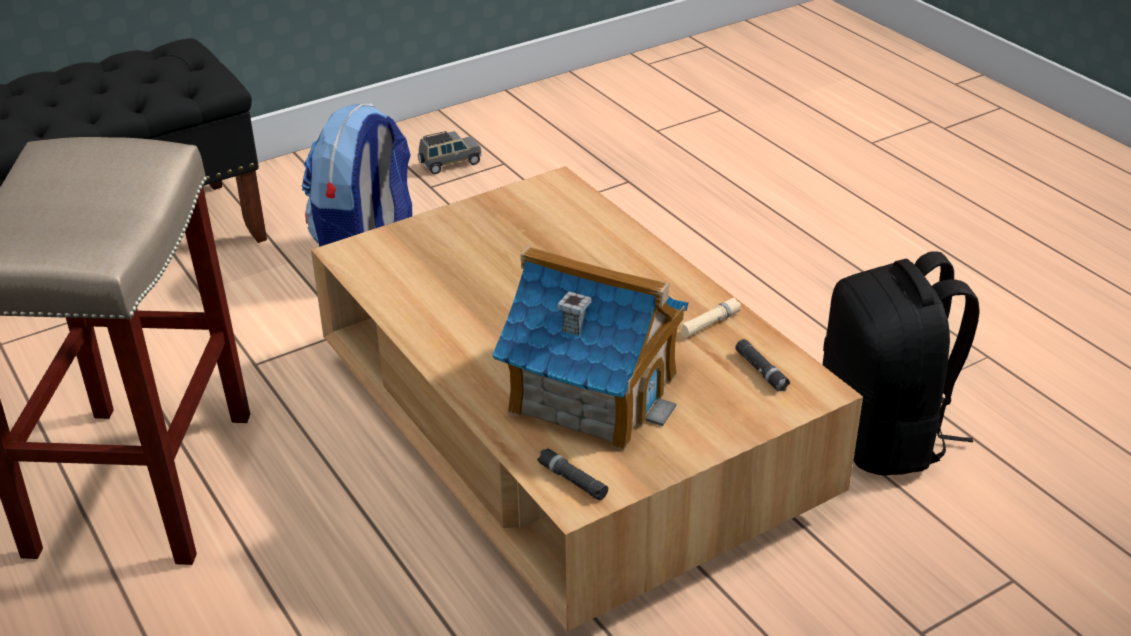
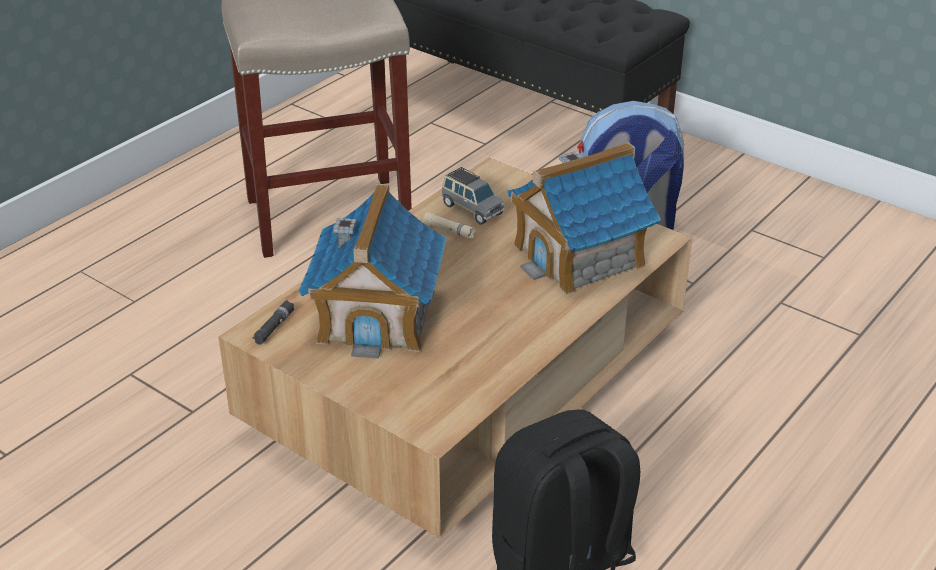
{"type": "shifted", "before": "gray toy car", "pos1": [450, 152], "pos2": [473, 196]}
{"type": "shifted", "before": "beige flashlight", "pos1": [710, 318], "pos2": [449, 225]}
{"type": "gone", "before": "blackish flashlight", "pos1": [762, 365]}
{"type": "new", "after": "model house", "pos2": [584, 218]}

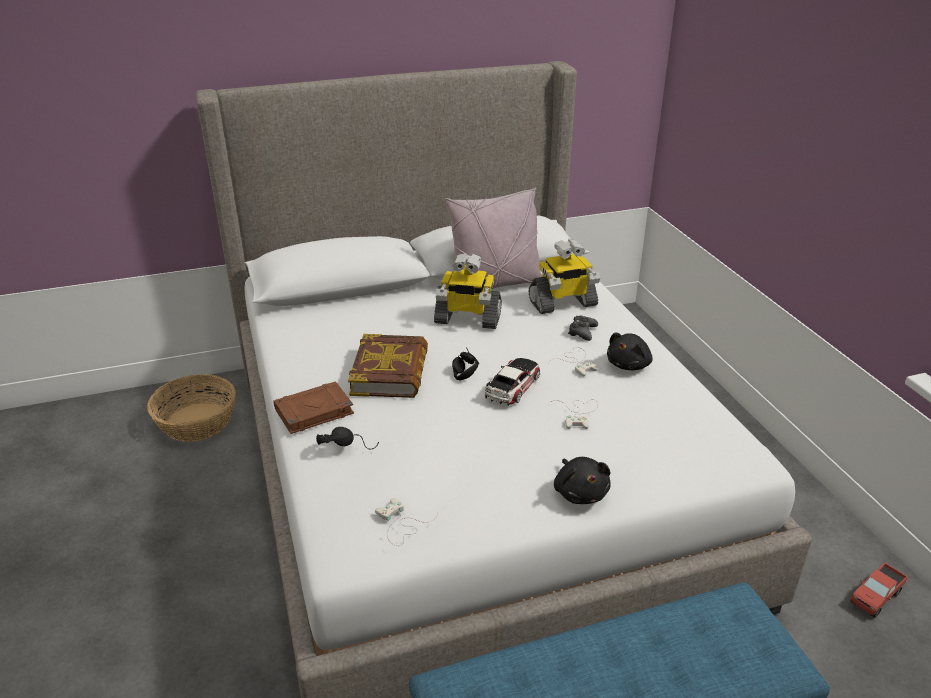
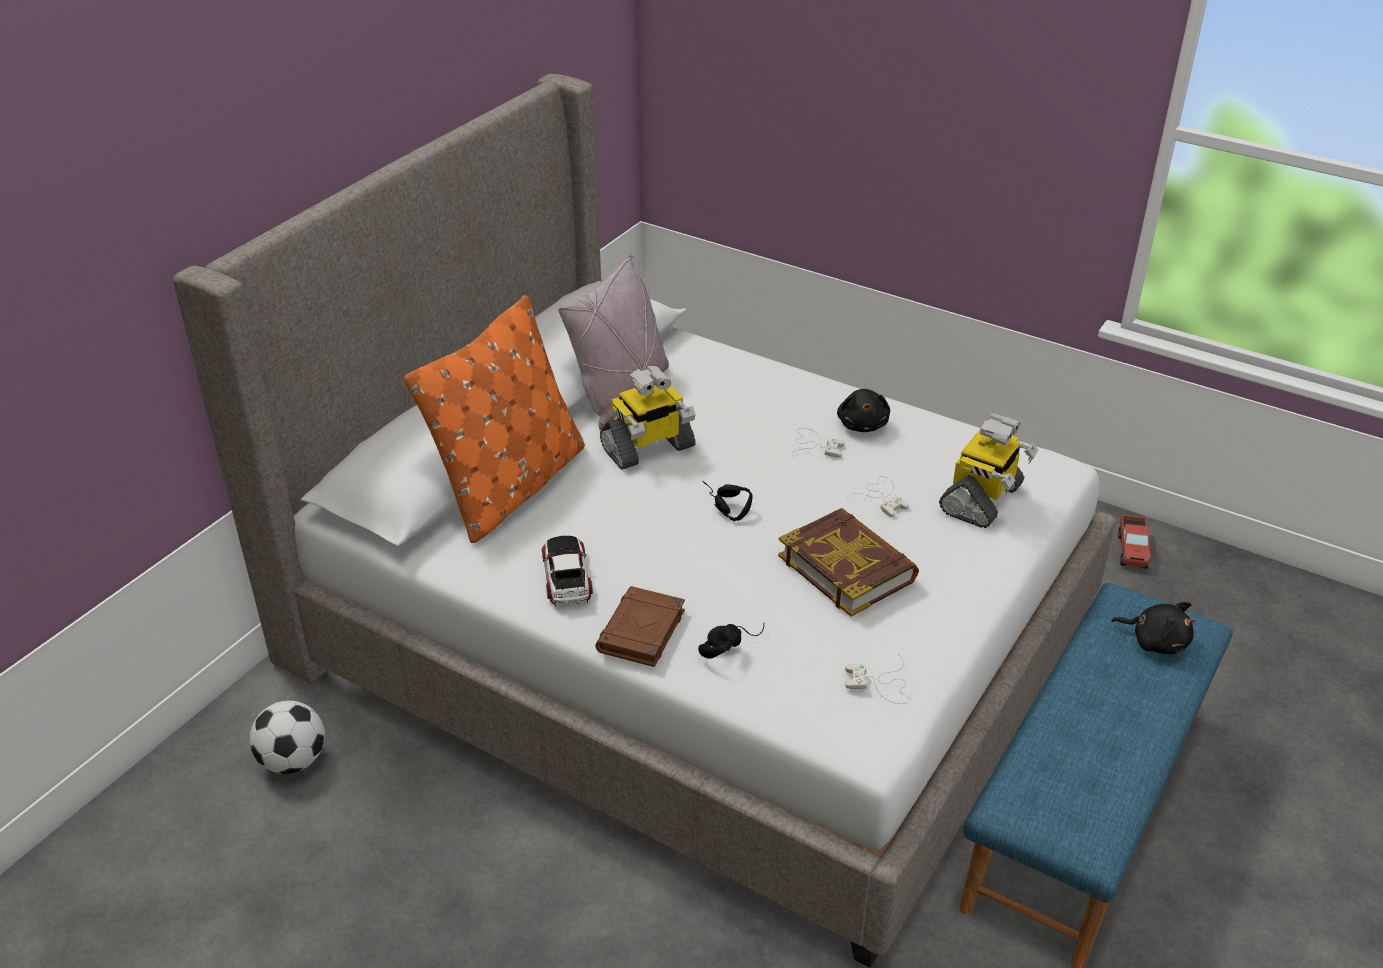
{"type": "shifted", "before": "robot figure", "pos1": [564, 276], "pos2": [988, 470]}
{"type": "gone", "before": "blackish gamepad", "pos1": [583, 328]}
{"type": "shifted", "before": "book", "pos1": [388, 366], "pos2": [848, 562]}
{"type": "shifted", "before": "toy car", "pos1": [512, 382], "pos2": [567, 571]}
{"type": "swapped", "before": "storage basket", "after": "football ball", "pos1": [191, 408], "pos2": [287, 737]}
{"type": "shifted", "before": "blackish plush toy", "pos1": [582, 480], "pos2": [1154, 628]}
{"type": "new", "after": "orange-coloured pillow", "pos2": [494, 419]}

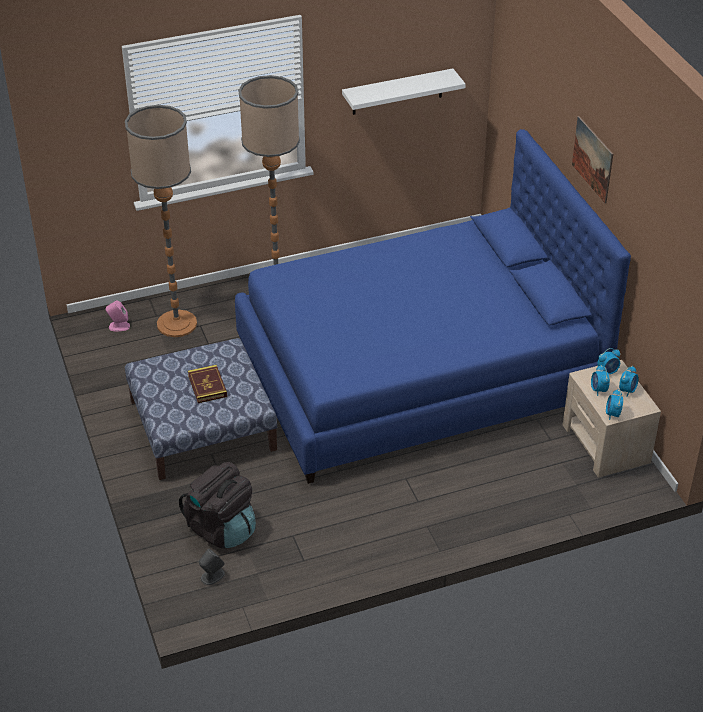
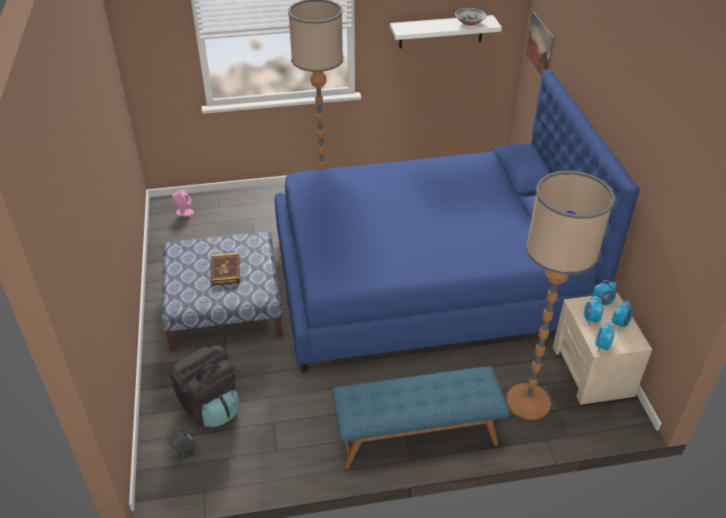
{"type": "shifted", "before": "standard lamp", "pos1": [161, 221], "pos2": [560, 295]}
{"type": "shifted", "before": "wall art", "pos1": [592, 159], "pos2": [540, 44]}
{"type": "new", "after": "serving bowl", "pos2": [470, 17]}
{"type": "new", "after": "bluish long seat", "pos2": [421, 417]}

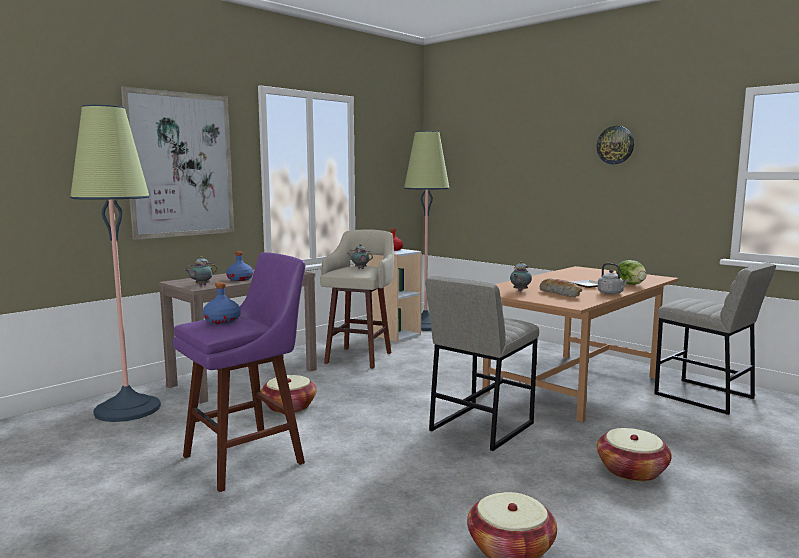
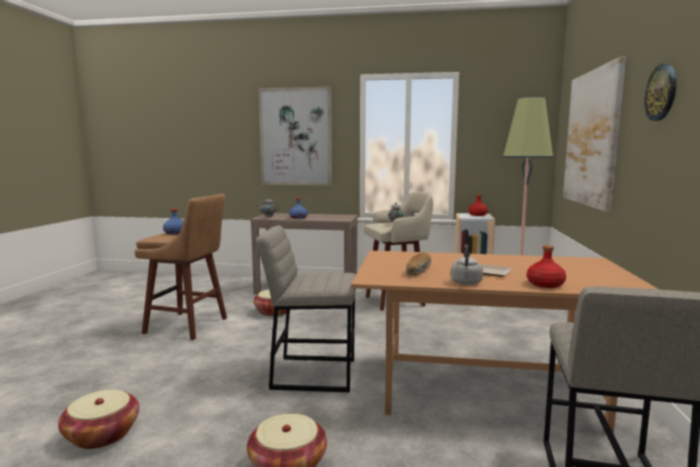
{"type": "gone", "before": "standard lamp", "pos1": [115, 263]}
{"type": "repainted", "before": "purple-coloured stool seat", "after": "brown-coloured stool seat", "pos1": [239, 372], "pos2": [181, 267]}
{"type": "swapped", "before": "lettuce head", "after": "red beverage bottle", "pos1": [631, 272], "pos2": [546, 266]}
{"type": "gone", "before": "tea pot", "pos1": [521, 276]}
{"type": "new", "after": "wall art", "pos2": [594, 134]}

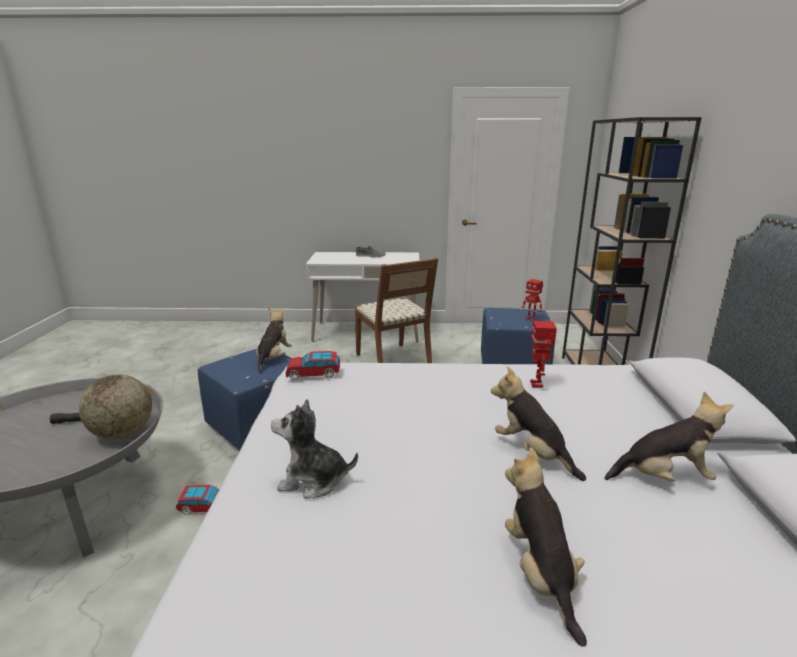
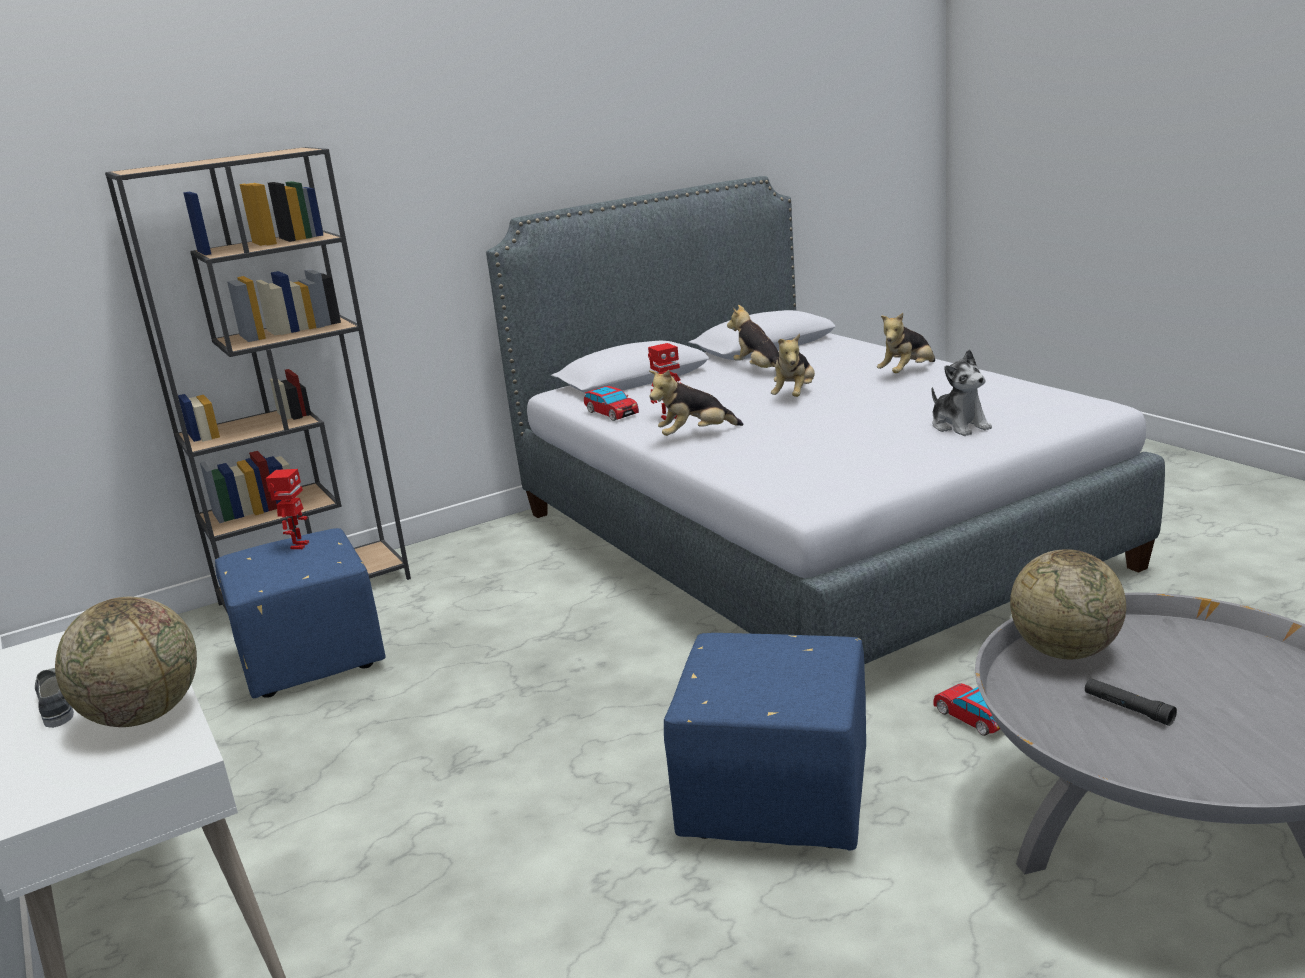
{"type": "gone", "before": "plain chair", "pos1": [396, 310]}
{"type": "shifted", "before": "plush toy", "pos1": [274, 340], "pos2": [696, 403]}
{"type": "shifted", "before": "toy car", "pos1": [313, 365], "pos2": [611, 403]}
{"type": "new", "after": "desk globe", "pos2": [126, 662]}

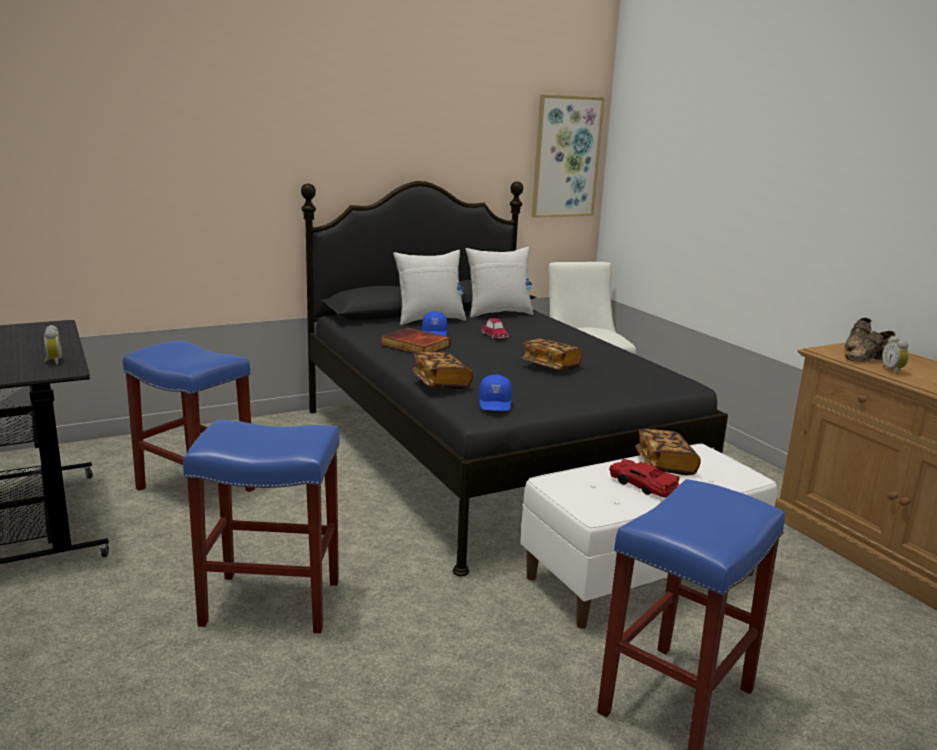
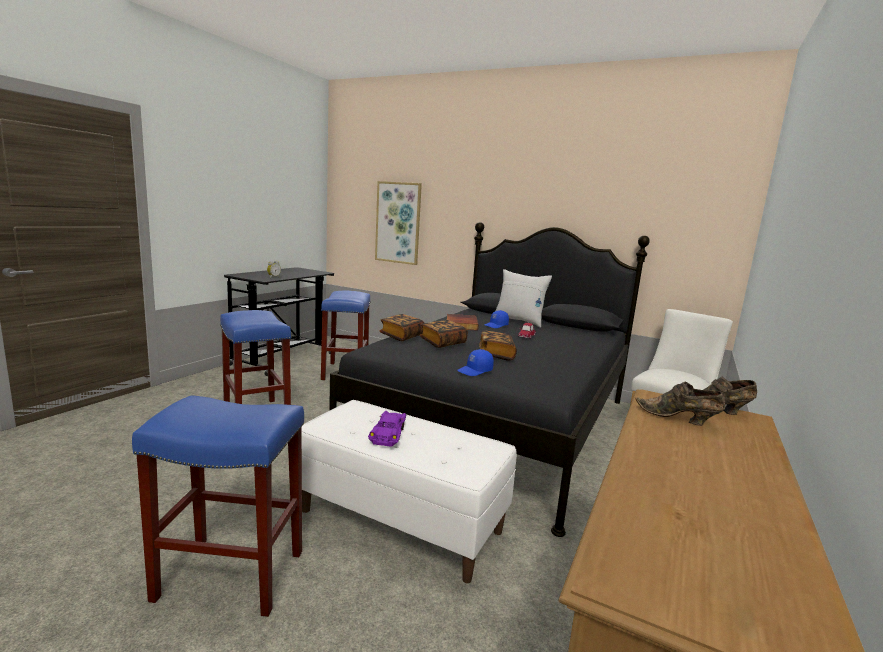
{"type": "shifted", "before": "wall art", "pos1": [568, 156], "pos2": [398, 223]}
{"type": "gone", "before": "gray pillow", "pos1": [499, 282]}
{"type": "gone", "before": "alarm clock", "pos1": [895, 355]}
{"type": "shifted", "before": "bluish baseball cap", "pos1": [495, 393], "pos2": [475, 362]}
{"type": "shifted", "before": "book", "pos1": [668, 452], "pos2": [444, 334]}
{"type": "repainted", "before": "red toy car", "after": "purple-coloured toy car", "pos1": [644, 478], "pos2": [387, 429]}

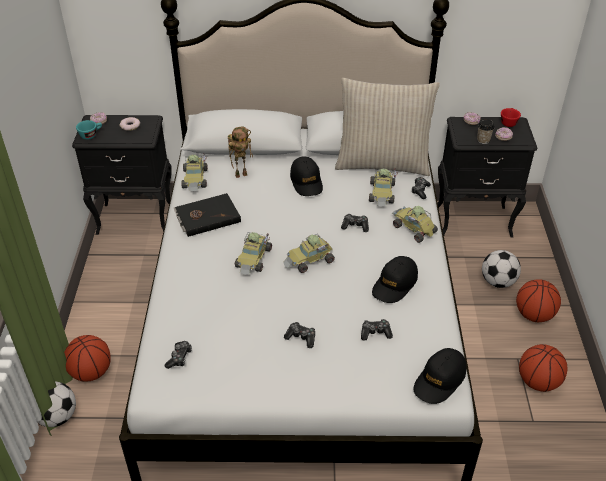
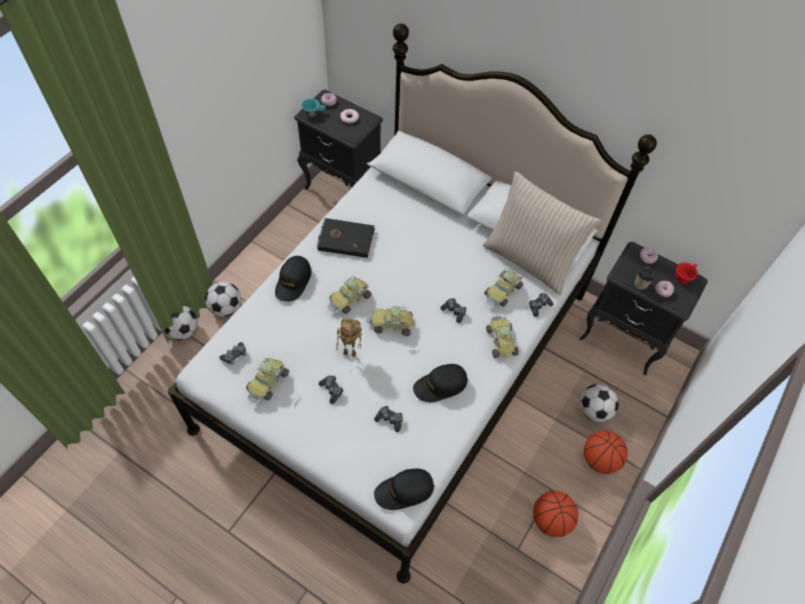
{"type": "shifted", "before": "robot figure", "pos1": [240, 152], "pos2": [349, 337]}
{"type": "shifted", "before": "toy car", "pos1": [194, 172], "pos2": [267, 380]}
{"type": "shifted", "before": "blackish baseball cap", "pos1": [306, 176], "pos2": [293, 279]}
{"type": "swapped", "before": "basketball", "after": "football ball", "pos1": [87, 358], "pos2": [223, 299]}

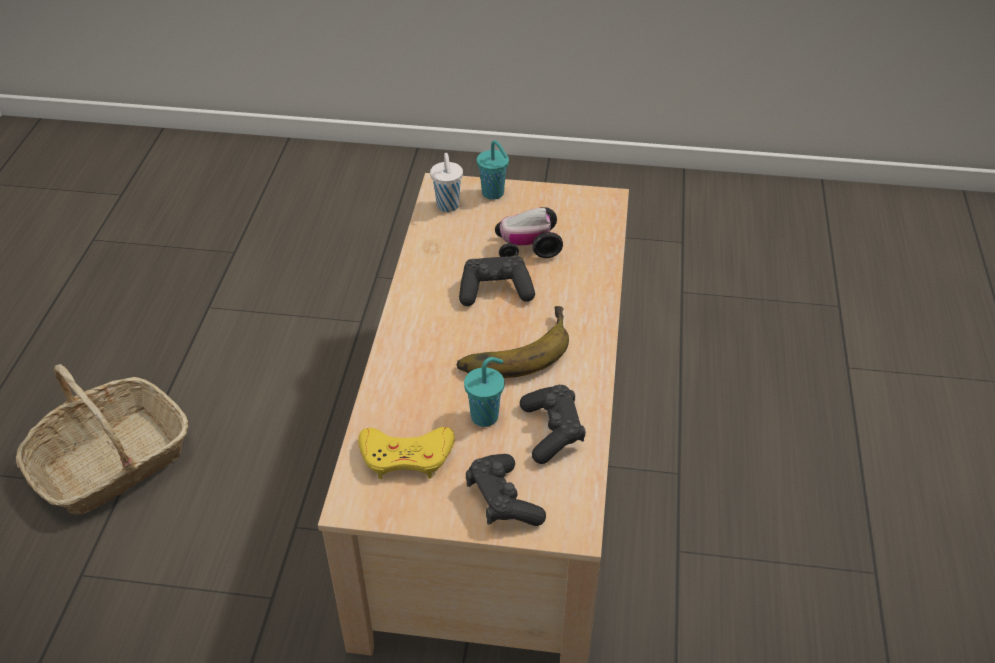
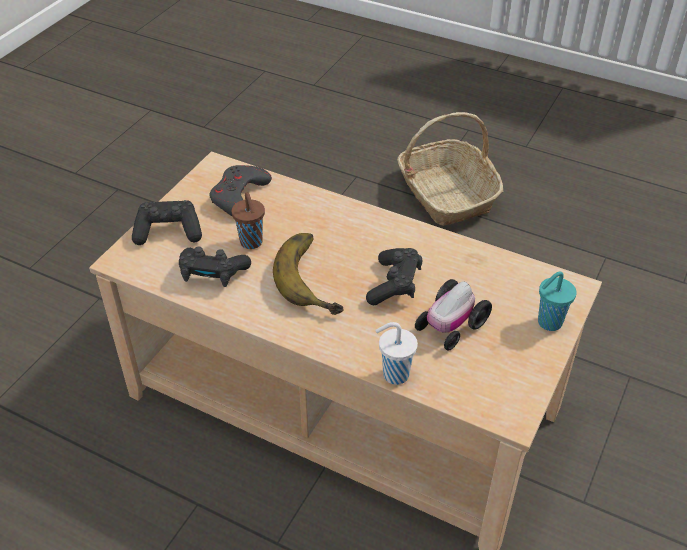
{"type": "shifted", "before": "whitish cup", "pos1": [446, 182], "pos2": [396, 353]}
{"type": "rotated", "before": "toy car", "pos1": [529, 232], "pos2": [453, 314], "turn": -150}
{"type": "repainted", "before": "blue-green cup", "after": "brown-coloured cup", "pos1": [484, 392], "pos2": [248, 220]}
{"type": "repainted", "before": "yellow gamepad", "after": "gray gamepad", "pos1": [406, 453], "pos2": [241, 191]}

